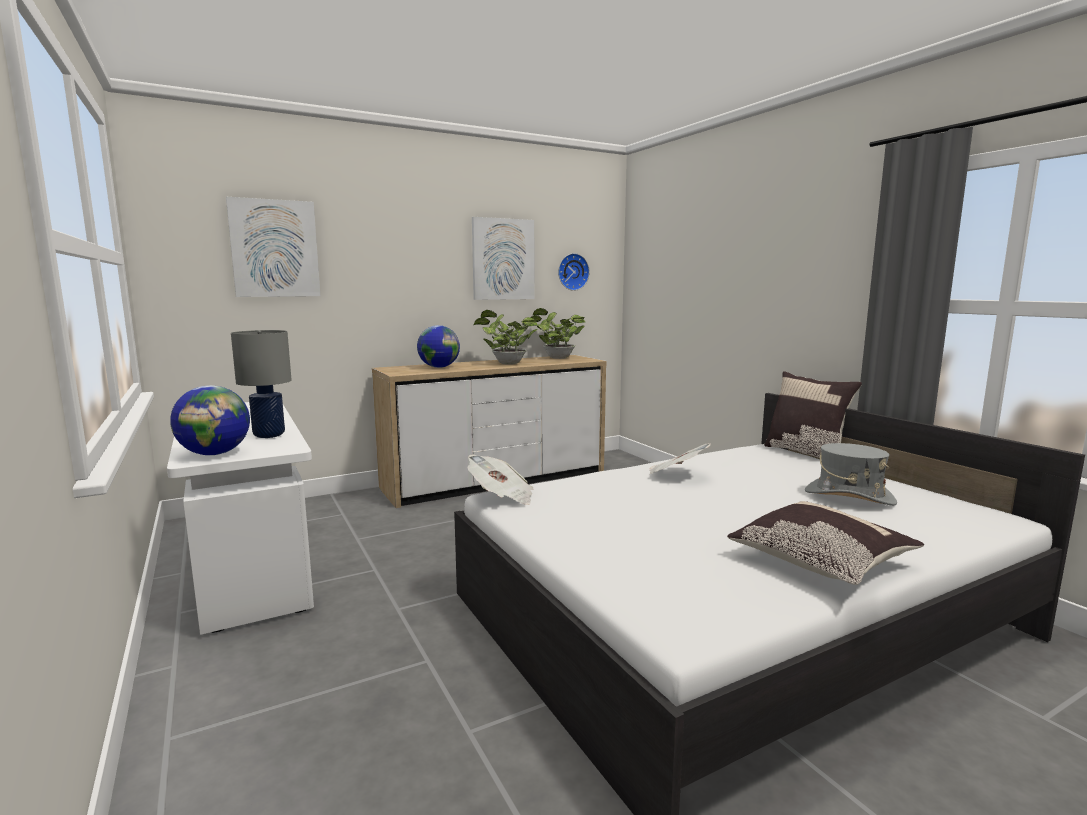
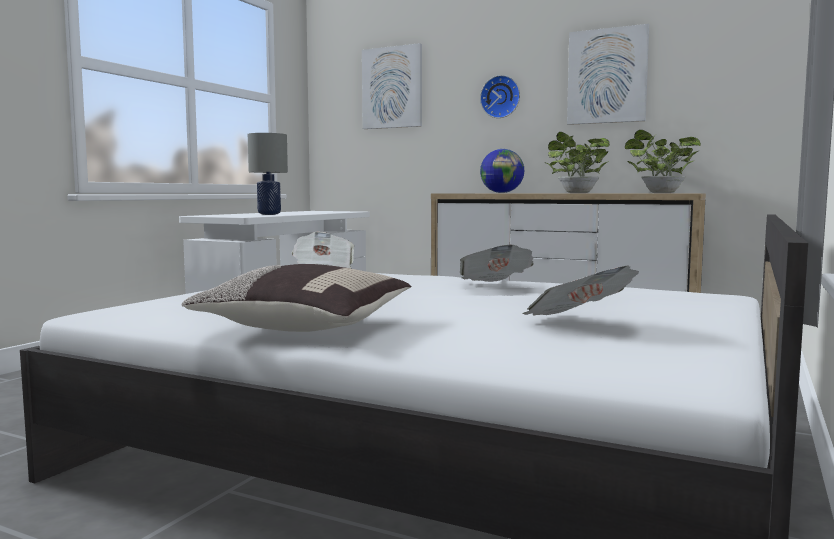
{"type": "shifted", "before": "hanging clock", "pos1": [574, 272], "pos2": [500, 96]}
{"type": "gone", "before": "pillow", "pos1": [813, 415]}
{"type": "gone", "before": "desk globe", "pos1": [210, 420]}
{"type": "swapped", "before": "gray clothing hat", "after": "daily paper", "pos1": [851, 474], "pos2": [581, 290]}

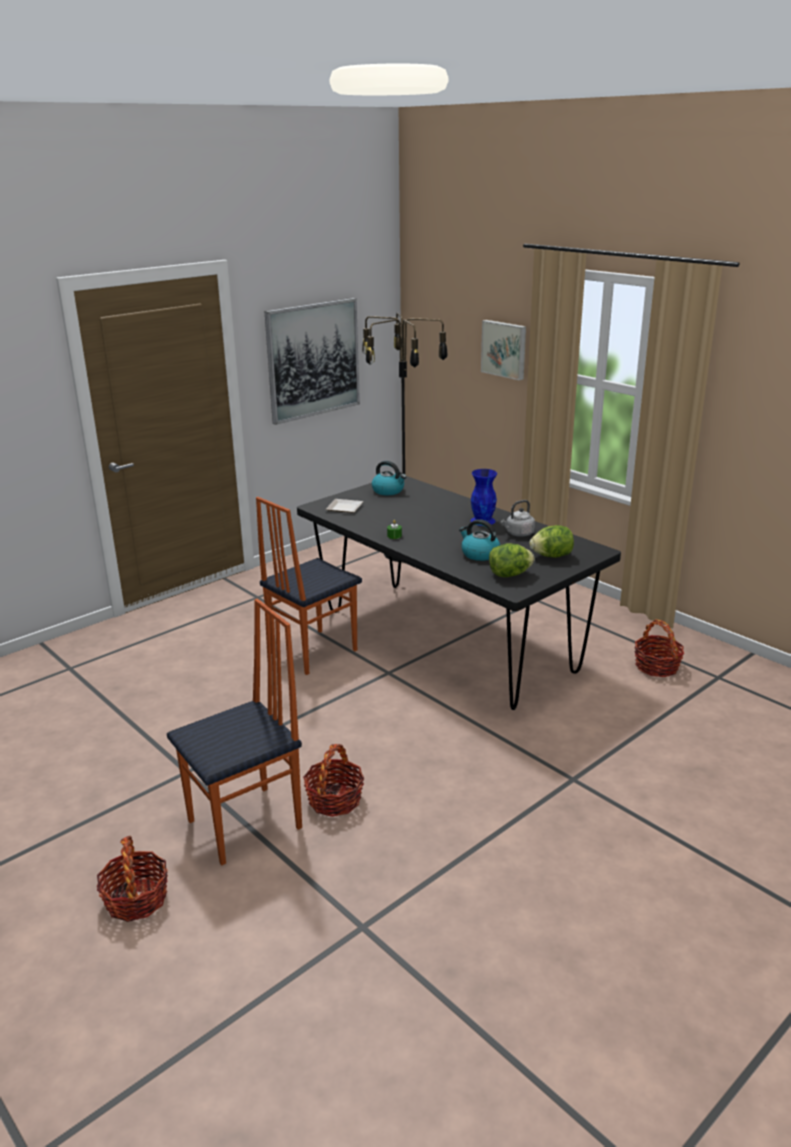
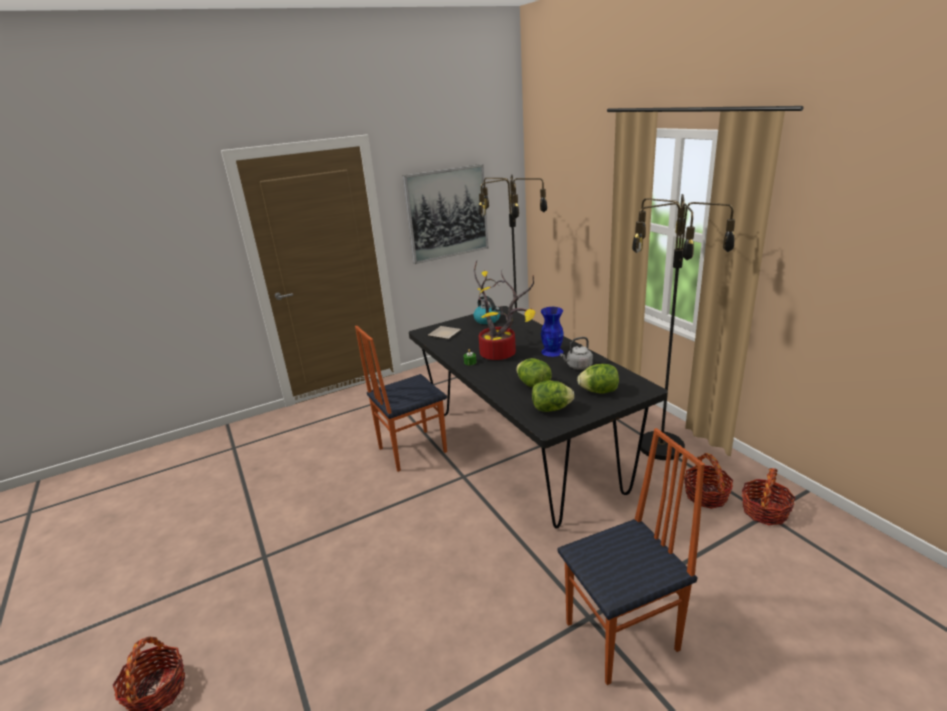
{"type": "gone", "before": "wall art", "pos1": [503, 350]}
{"type": "swapped", "before": "water kettle", "after": "lettuce head", "pos1": [479, 540], "pos2": [534, 372]}
{"type": "shifted", "before": "plain chair", "pos1": [234, 732], "pos2": [631, 556]}
{"type": "shifted", "before": "storage basket", "pos1": [333, 780], "pos2": [768, 496]}
{"type": "new", "after": "standard lamp", "pos2": [683, 327]}
{"type": "new", "after": "plant in a pot", "pos2": [505, 310]}

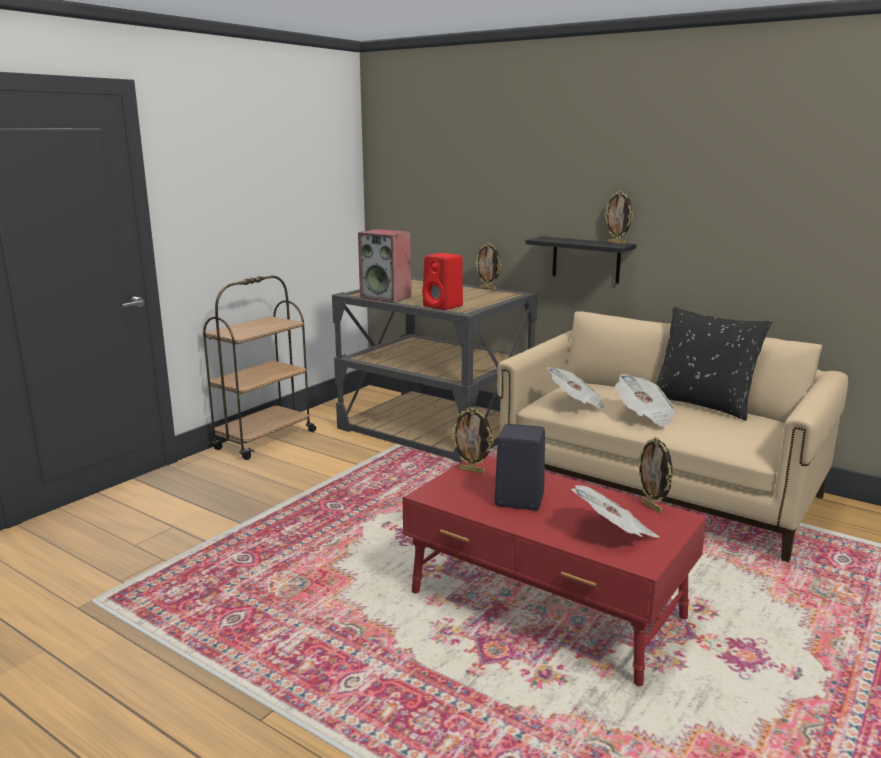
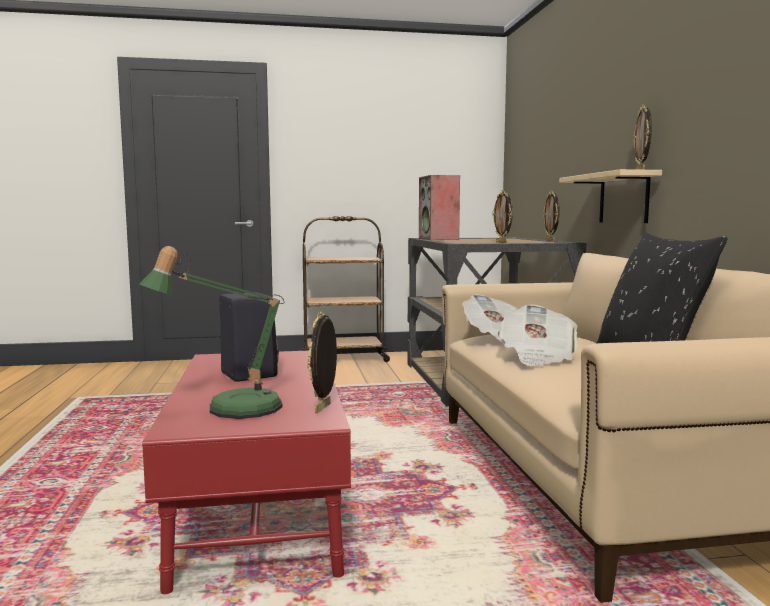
{"type": "repainted", "before": "blackish shelf", "after": "beige shelf", "pos1": [580, 260], "pos2": [610, 196]}
{"type": "gone", "before": "red speaker", "pos1": [442, 281]}
{"type": "shifted", "before": "standing frame", "pos1": [472, 440], "pos2": [502, 216]}
{"type": "swapped", "before": "daily paper", "after": "table lamp", "pos1": [615, 511], "pos2": [211, 332]}

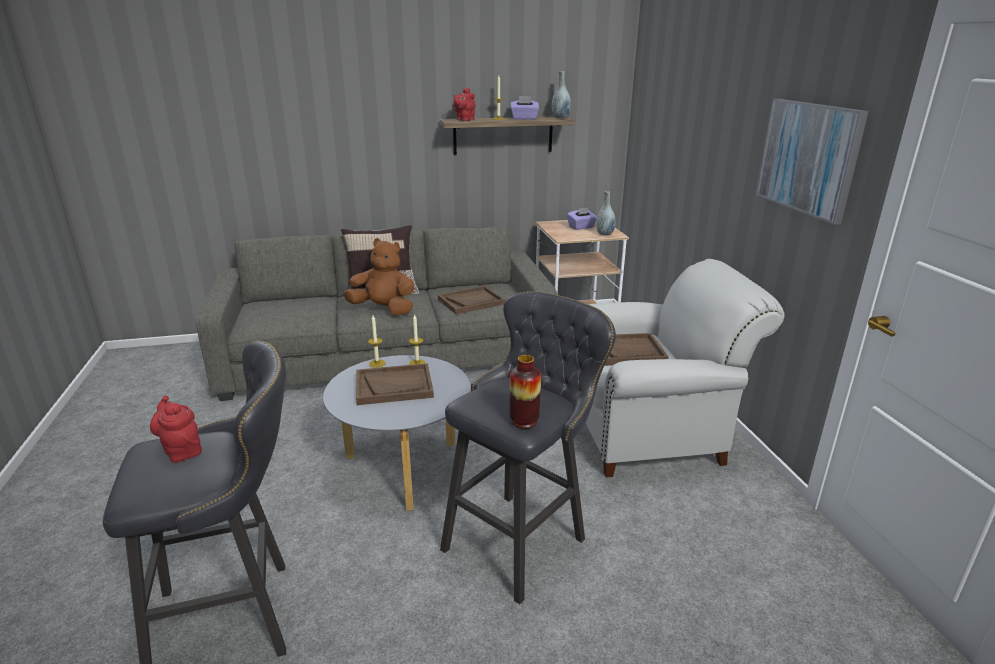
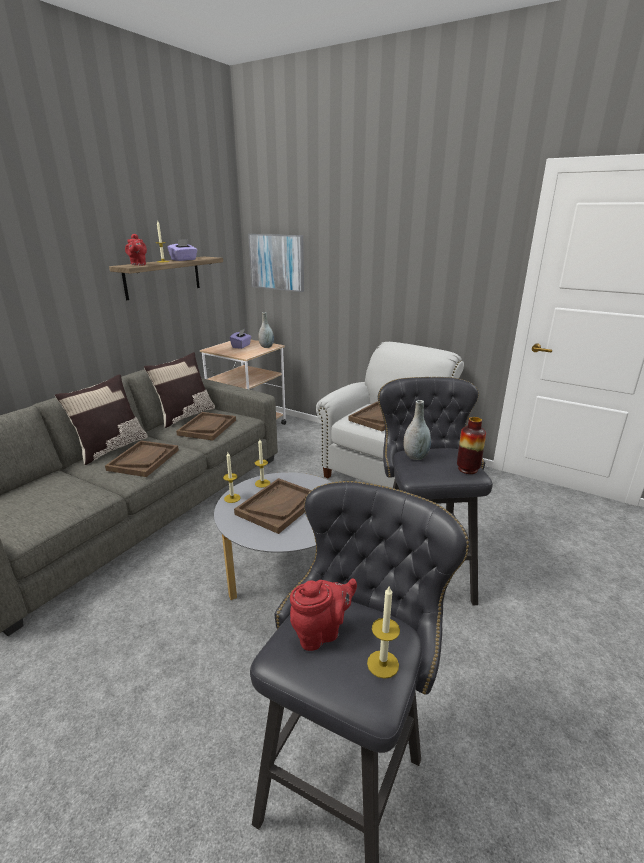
{"type": "shifted", "before": "gray flower vase", "pos1": [561, 95], "pos2": [417, 430]}
{"type": "shifted", "before": "wall art", "pos1": [812, 162], "pos2": [276, 263]}
{"type": "swapped", "before": "brown-coloured plush toy", "after": "brown-coloured carrying tray", "pos1": [378, 276], "pos2": [142, 458]}
{"type": "rotated", "before": "red tea pot", "pos1": [176, 429], "pos2": [323, 615], "turn": 150}
{"type": "new", "after": "pillow", "pos2": [179, 390]}
{"type": "new", "after": "candle", "pos2": [383, 632]}

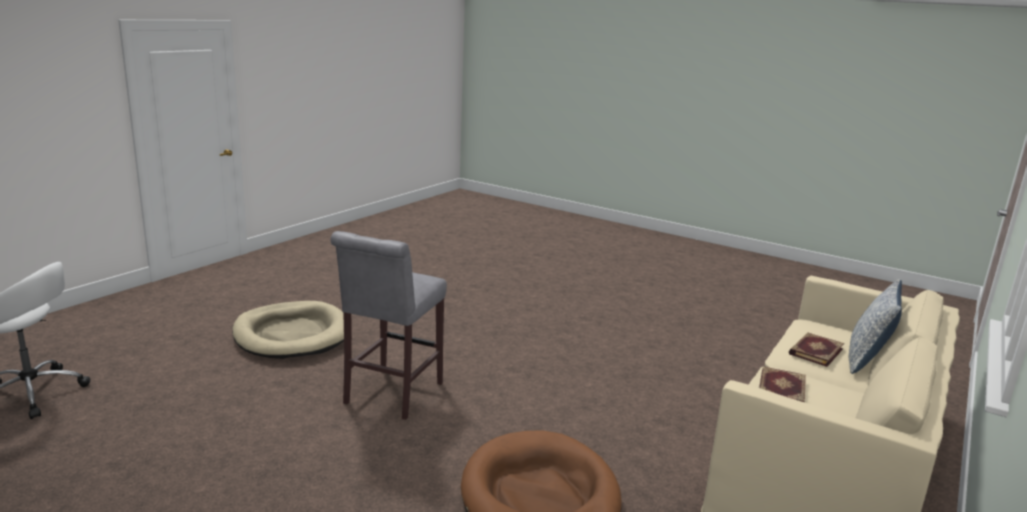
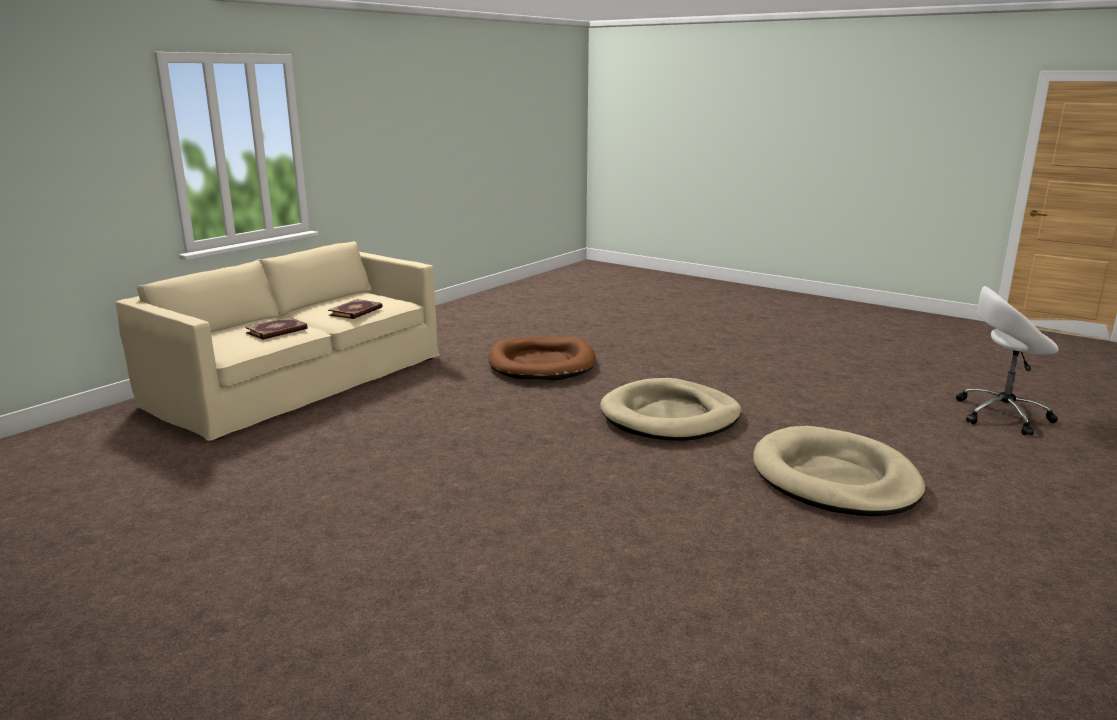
{"type": "swapped", "before": "gray stool seat", "after": "beige dog cushion", "pos1": [389, 325], "pos2": [670, 409]}
{"type": "gone", "before": "pillow", "pos1": [875, 326]}

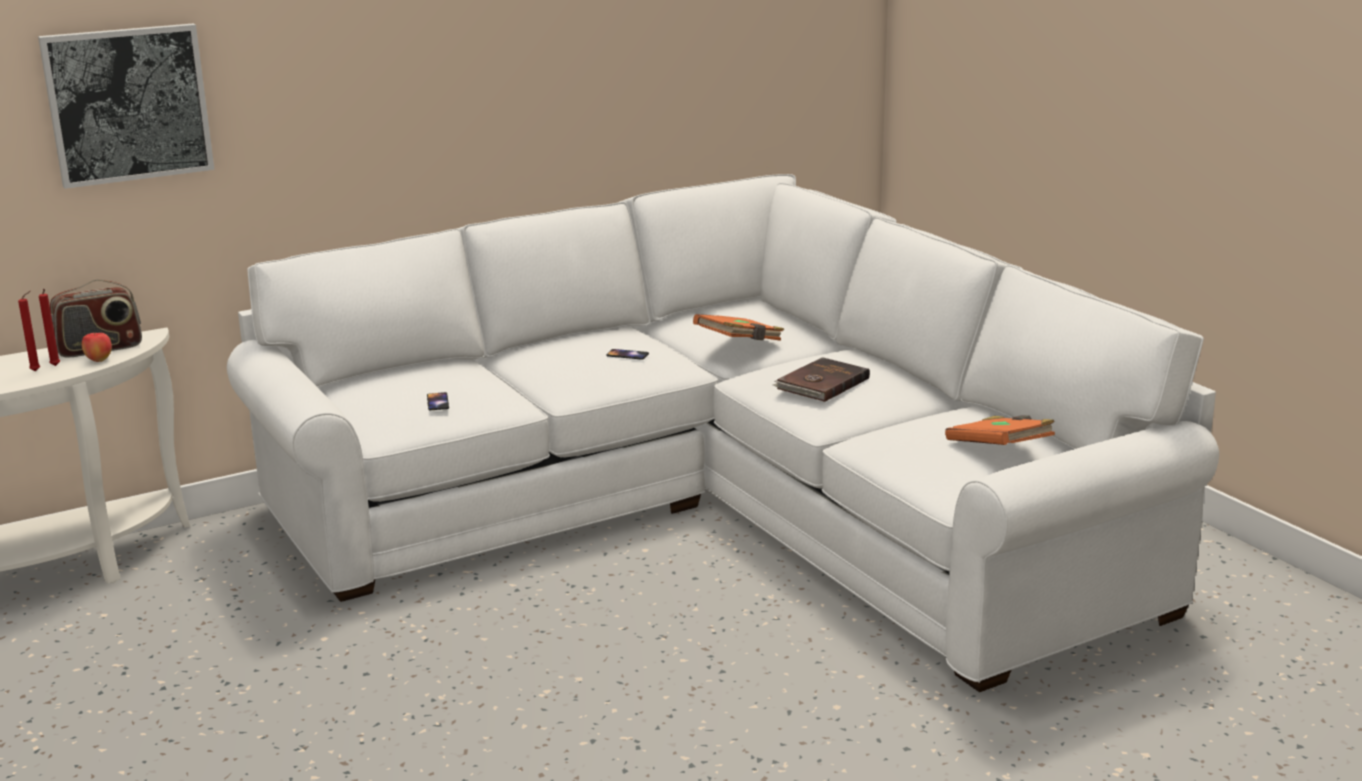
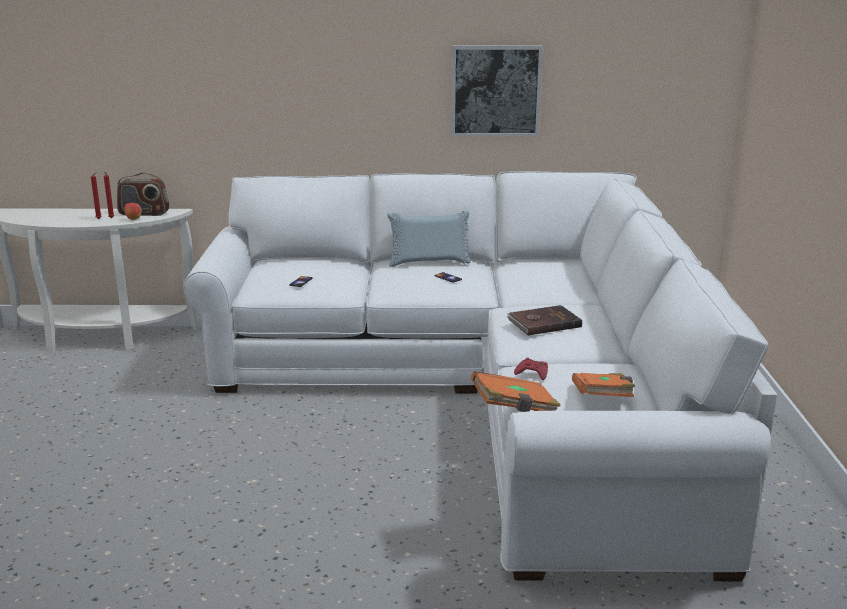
{"type": "shifted", "before": "wall art", "pos1": [126, 106], "pos2": [497, 90]}
{"type": "shifted", "before": "orange-coloured book", "pos1": [738, 327], "pos2": [516, 391]}
{"type": "new", "after": "bluish pillow", "pos2": [429, 239]}
{"type": "new", "after": "red gamepad", "pos2": [531, 369]}

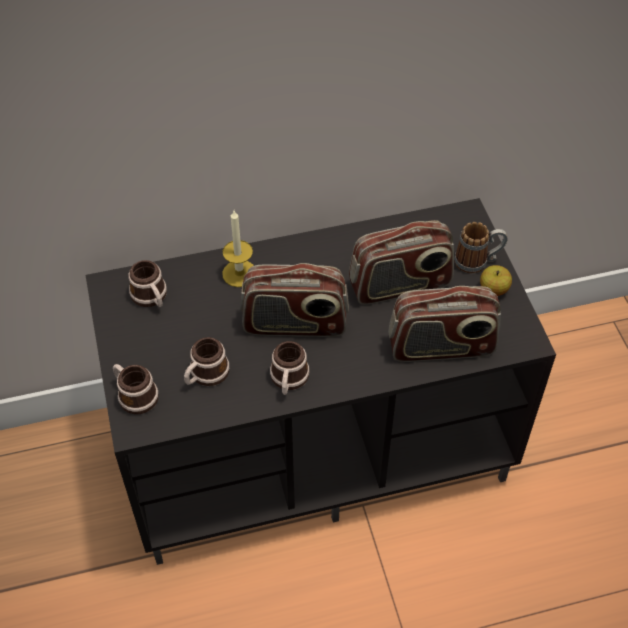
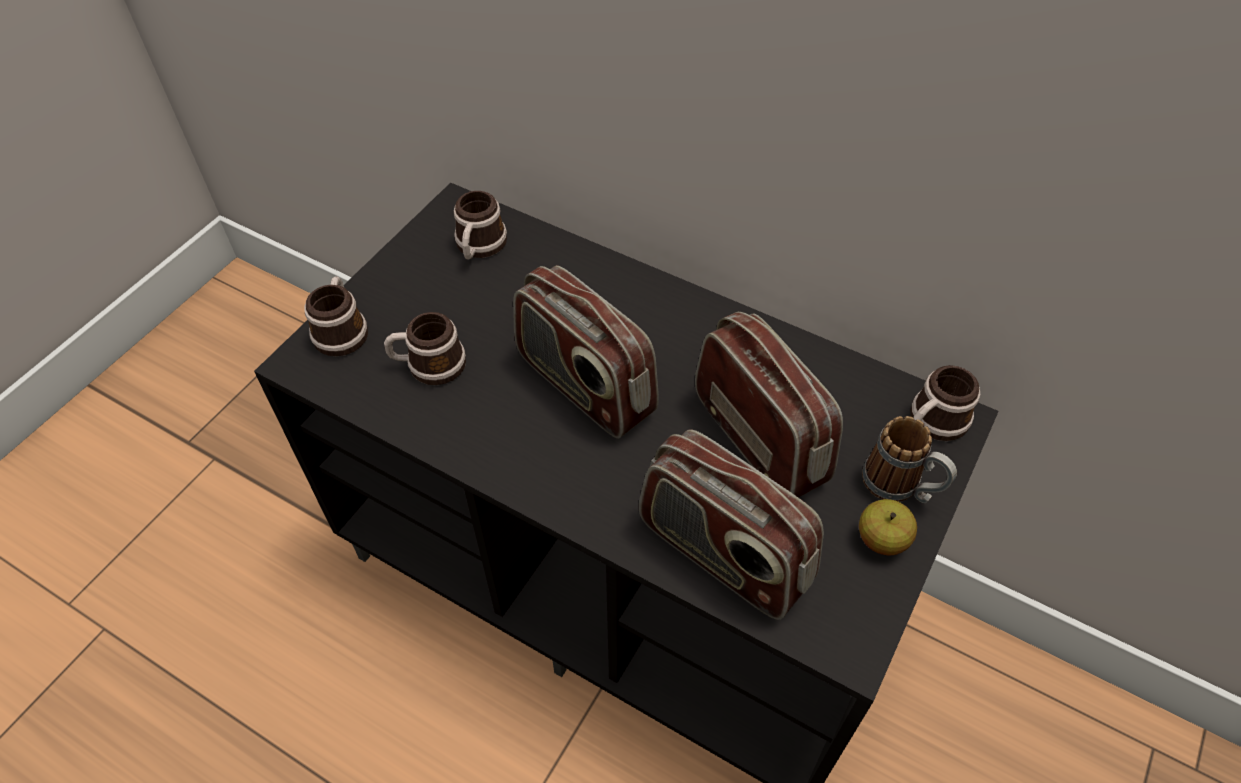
{"type": "gone", "before": "candle", "pos1": [238, 249]}
{"type": "rotated", "before": "radio receiver", "pos1": [401, 262], "pos2": [769, 404], "turn": -150}
{"type": "shifted", "before": "coffee mug", "pos1": [289, 368], "pos2": [945, 403]}

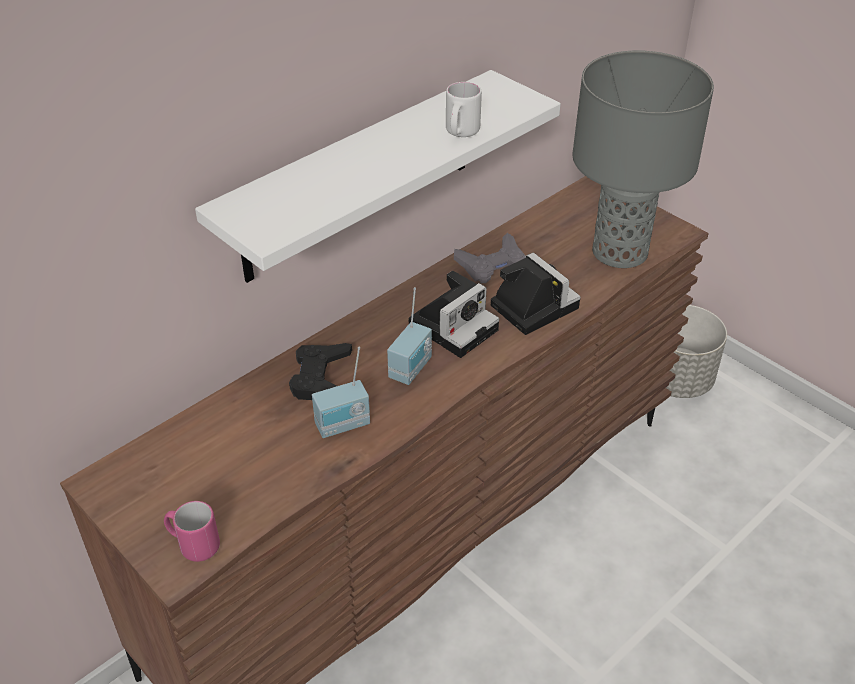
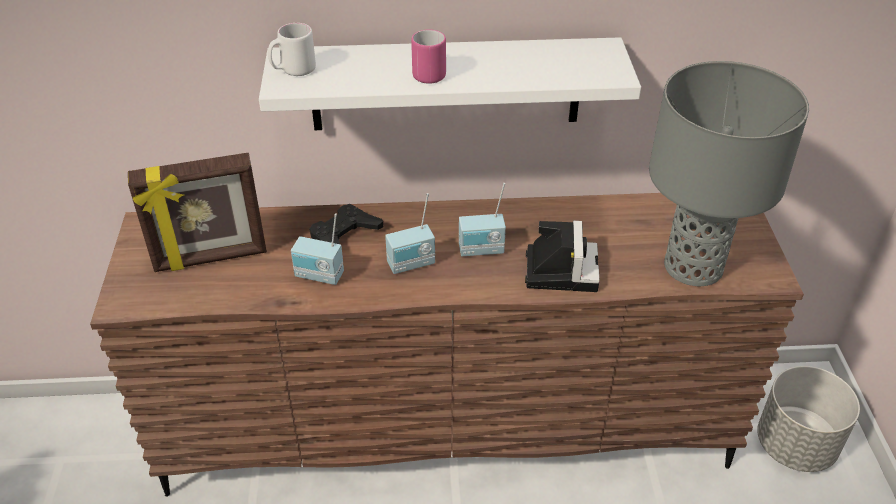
{"type": "shifted", "before": "whitish coffee mug", "pos1": [464, 109], "pos2": [292, 49]}
{"type": "gone", "before": "gray gamepad", "pos1": [490, 258]}
{"type": "swapped", "before": "still camera", "after": "radio receiver", "pos1": [454, 314], "pos2": [482, 219]}
{"type": "shifted", "before": "pink coffee mug", "pos1": [192, 531], "pos2": [428, 57]}
{"type": "new", "after": "standing frame", "pos2": [197, 212]}

